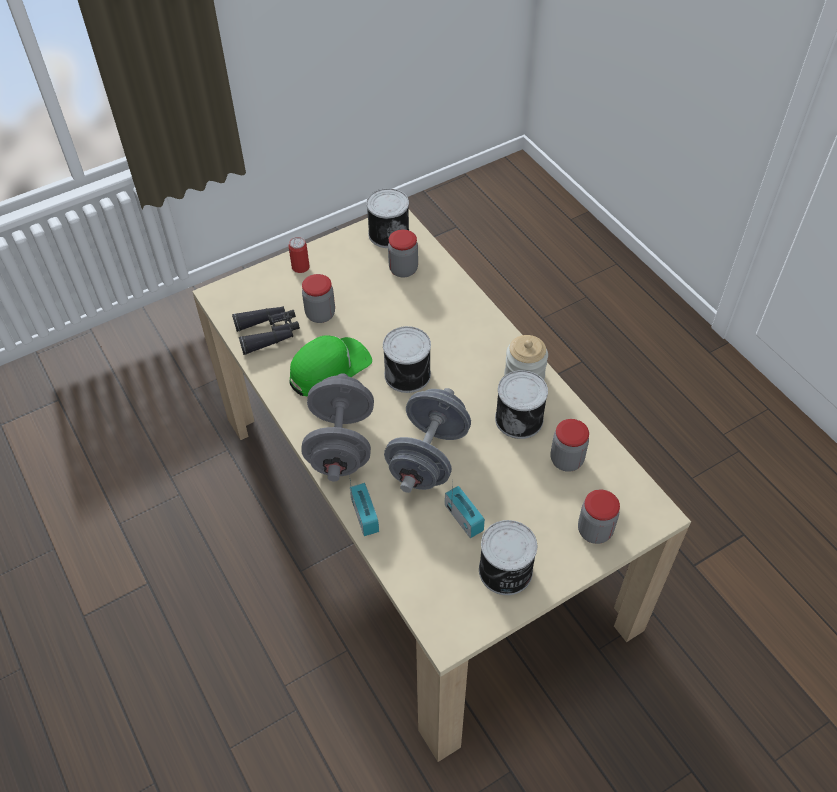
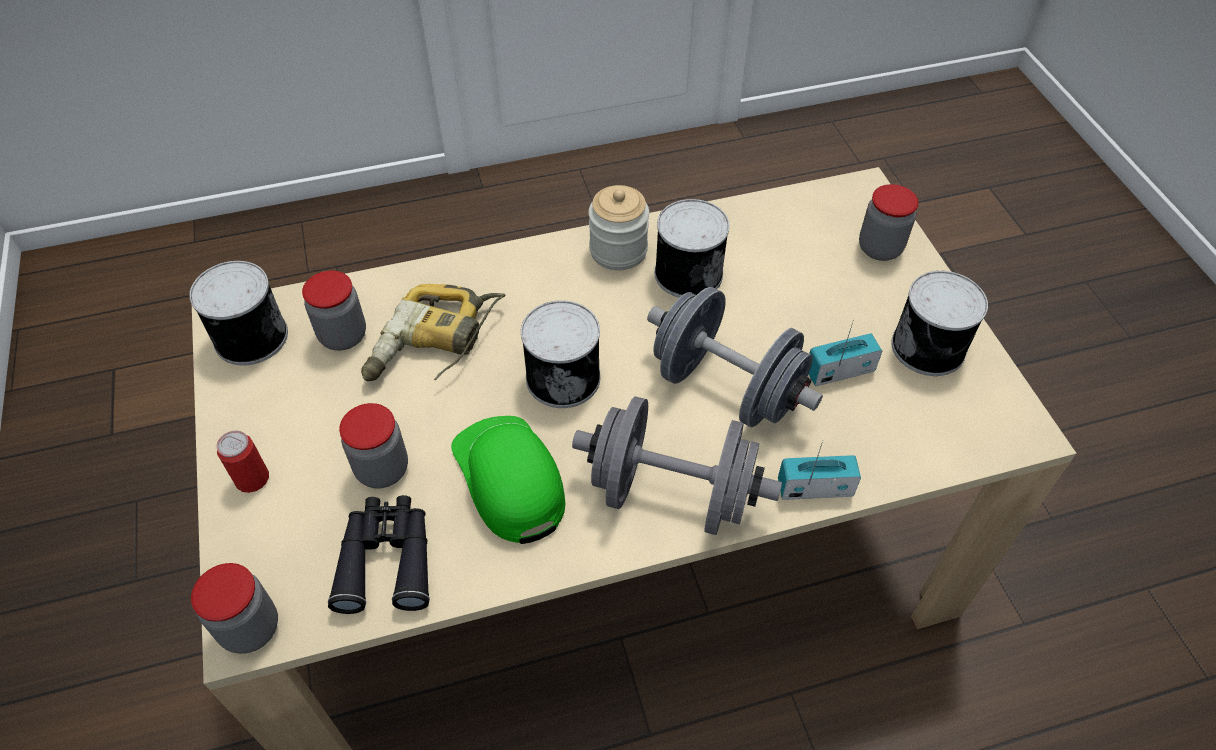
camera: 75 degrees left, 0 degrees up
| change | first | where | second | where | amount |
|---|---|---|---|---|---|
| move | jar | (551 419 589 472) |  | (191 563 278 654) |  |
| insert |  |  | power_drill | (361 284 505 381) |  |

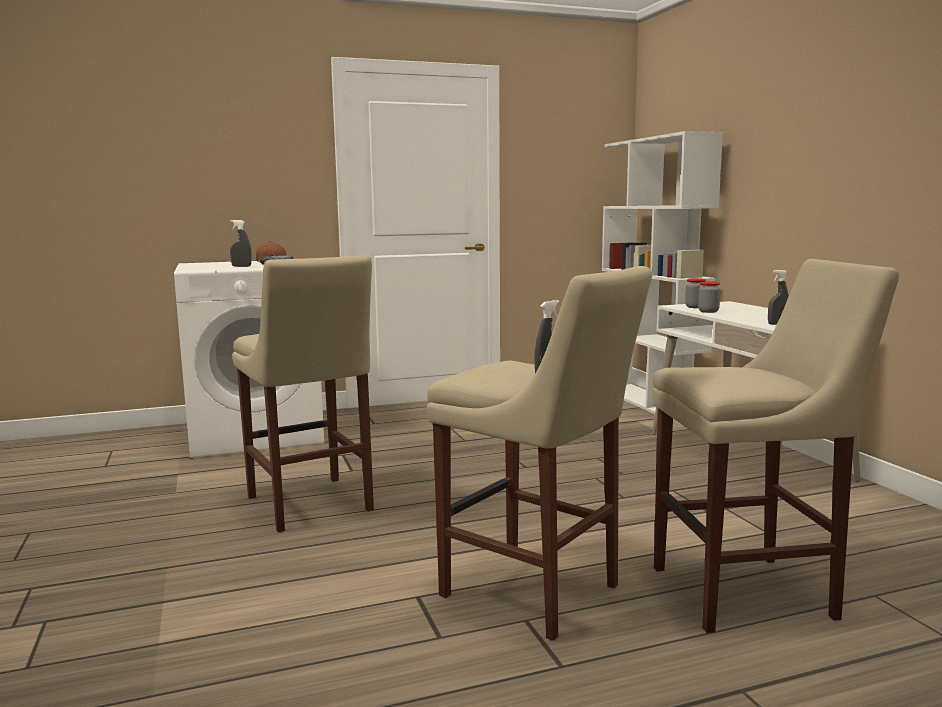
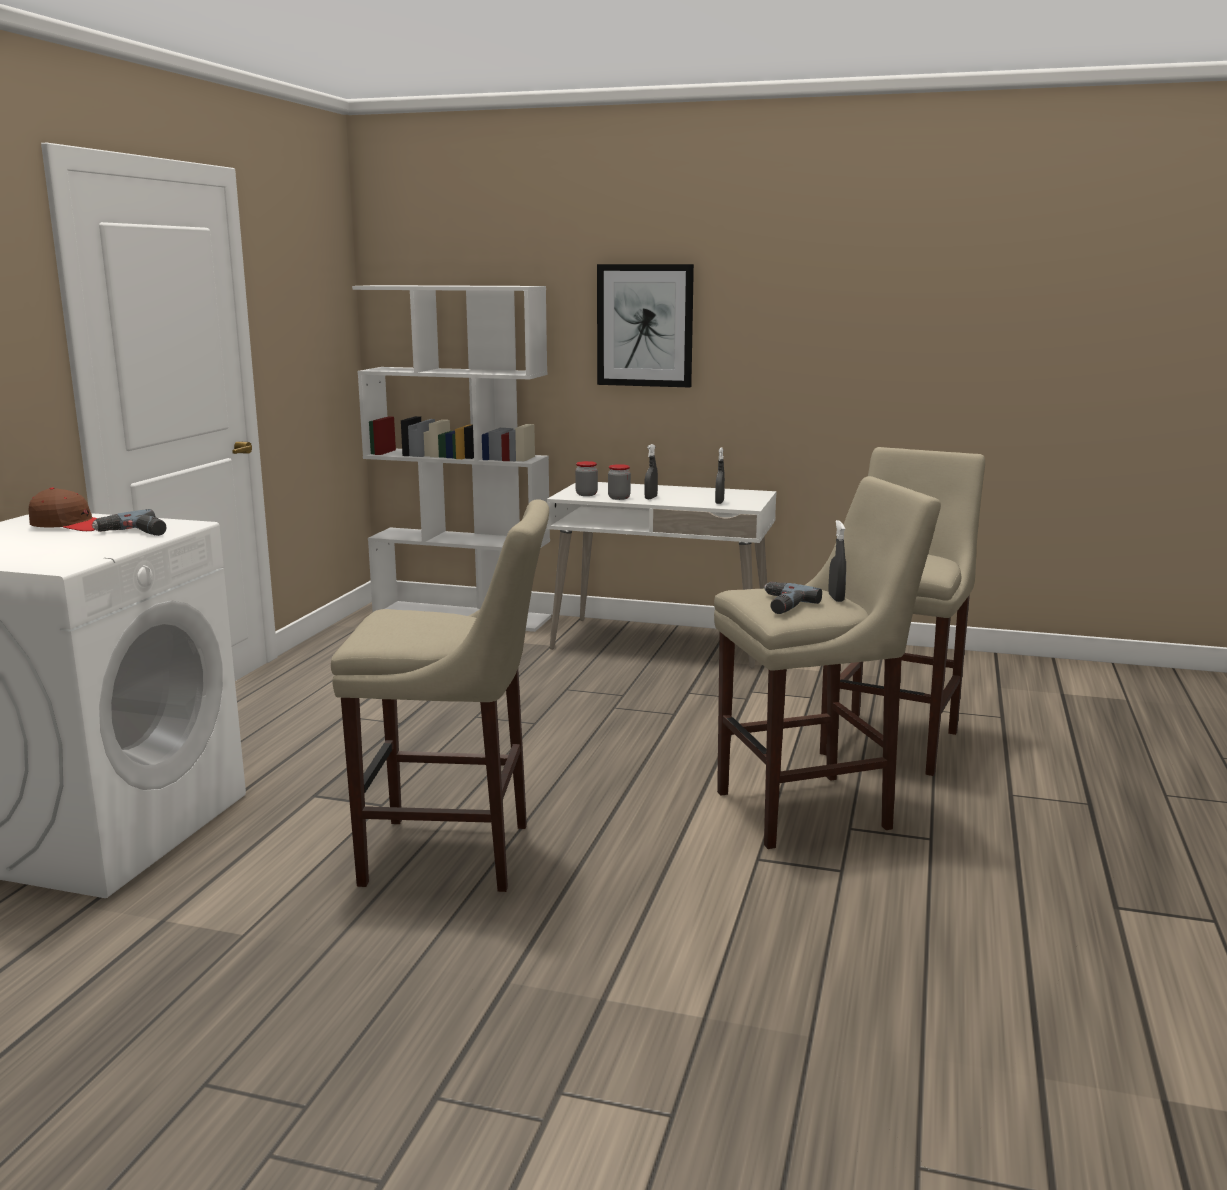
camera: 55 degrees left, 5 degrees up
| change | first | where | second | where | amount |
|---|---|---|---|---|---|
| move | grey_spray_bottle | (230 220 252 267) |  | (644 444 658 499) |  |
| insert |  |  | wall_art | (597 264 694 388) |  |
| insert |  |  | power_drill | (764 582 822 614) |  |

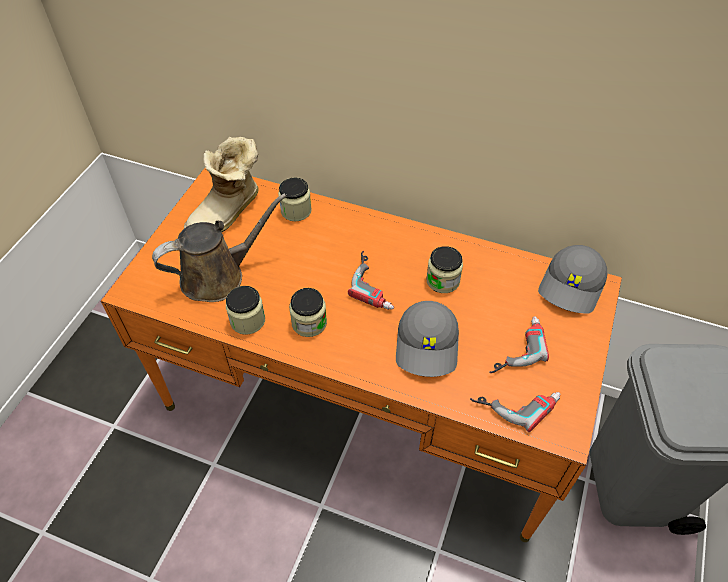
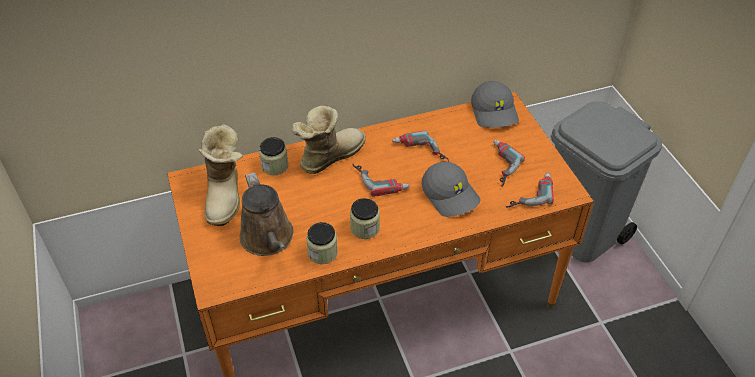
camera: 40 degrees left, 5 degrees down
| change | first | where | second | where | amount |
|---|---|---|---|---|---|
| rotate | brown_watering_pot | (152 193 287 302) |  | (240 172 293 256) | 135 degrees clockwise |
| replace | jar | (426 246 463 293) | power_drill | (392 130 449 162) |  |
| insert |  |  | high-top_boot | (292 105 366 174) |  |

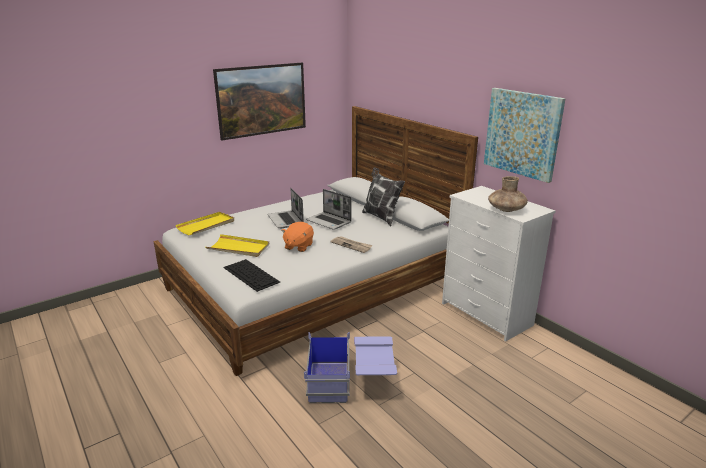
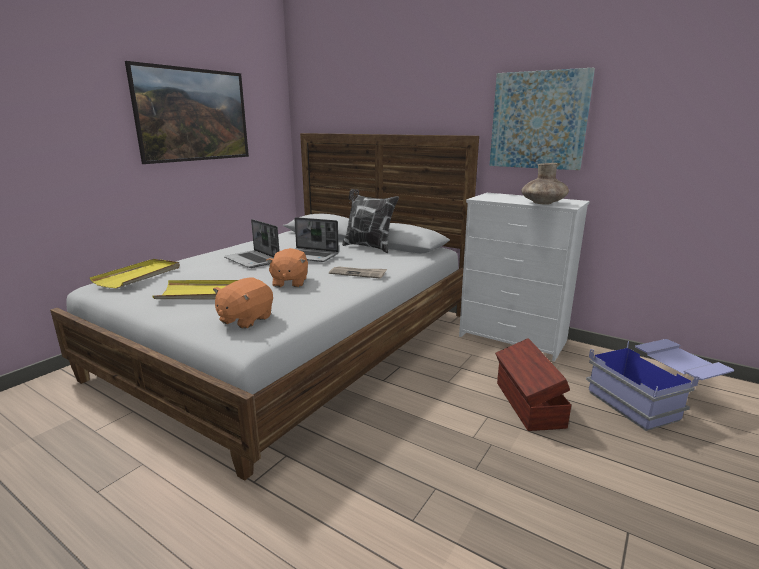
camera: 20 degrees left, 5 degrees down
| change | first | where | second | where | amount |
|---|---|---|---|---|---|
| replace | PC_keyboard | (223 259 280 292) | orange_soft_toy | (213 278 273 329) |  |
| move | blue_storage_bin | (304 332 397 403) |  | (586 339 734 431) |  |
| insert |  |  | brown_storage_bin | (495 338 571 431) |  |

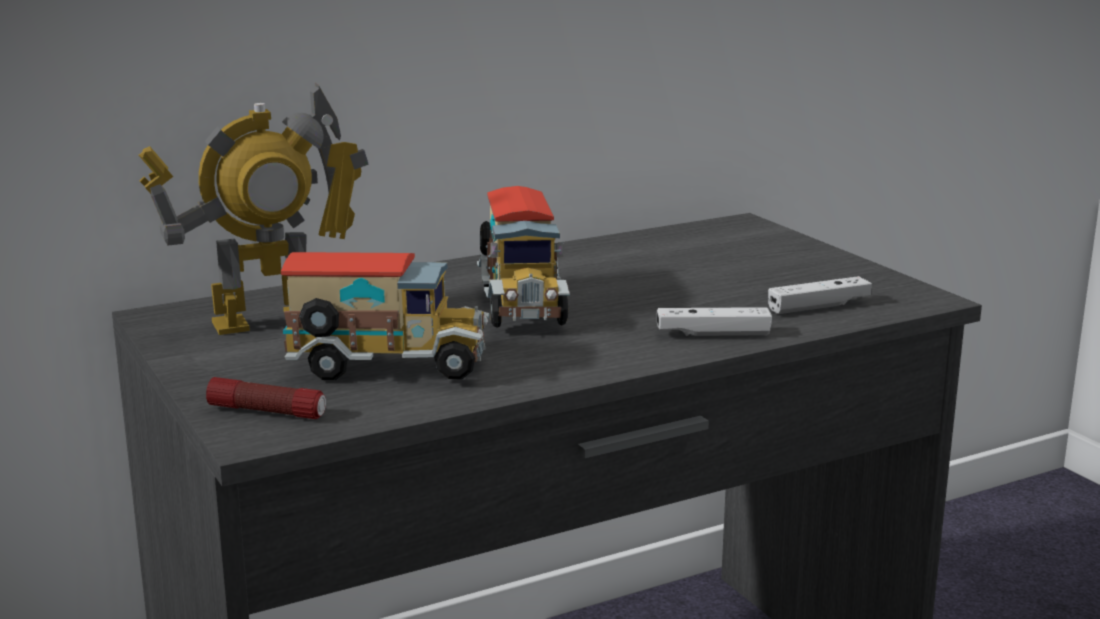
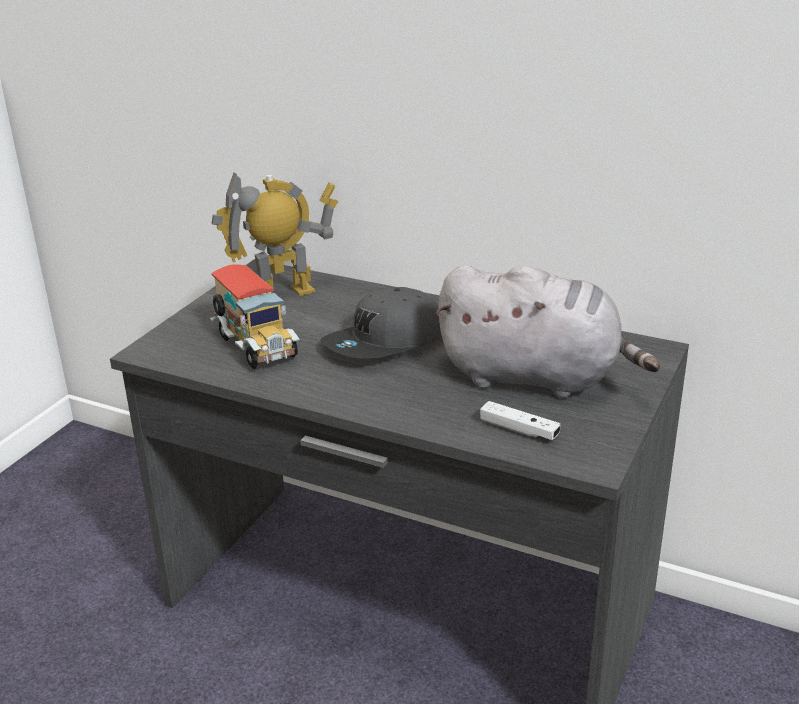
camera: 55 degrees right, 10 degrees up
| change | first | where | second | where | amount |
|---|---|---|---|---|---|
| rotate | model_robot | (139 83 369 335) |  | (212 172 338 296) | 120 degrees clockwise |
| replace | model_truck | (477 186 570 328) | grey_baseball_cap | (320 287 442 359) |  |
| delete | white-coloured_joypad | (657 307 772 336) |  |  |  |
| delete | torch | (206 377 326 419) |  |  |  |
| insert |  |  | grey_soft_toy | (435 265 660 398) |  |

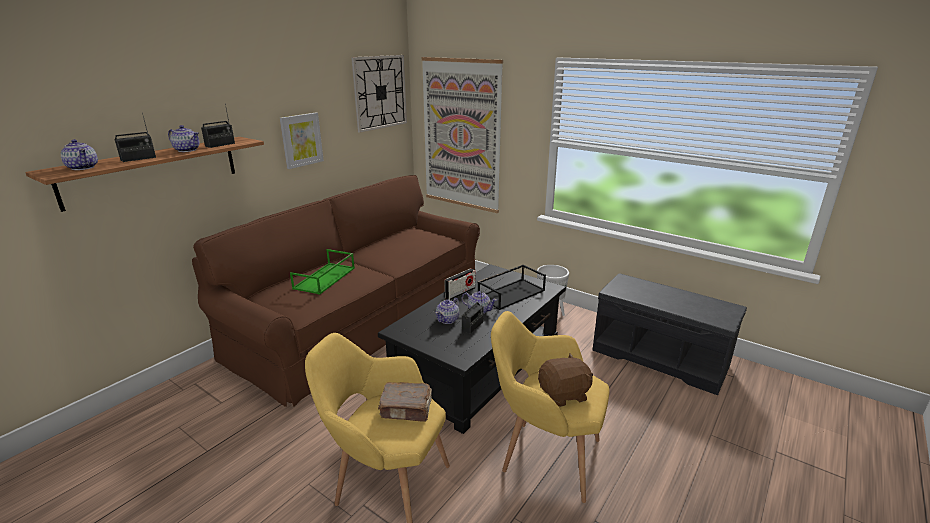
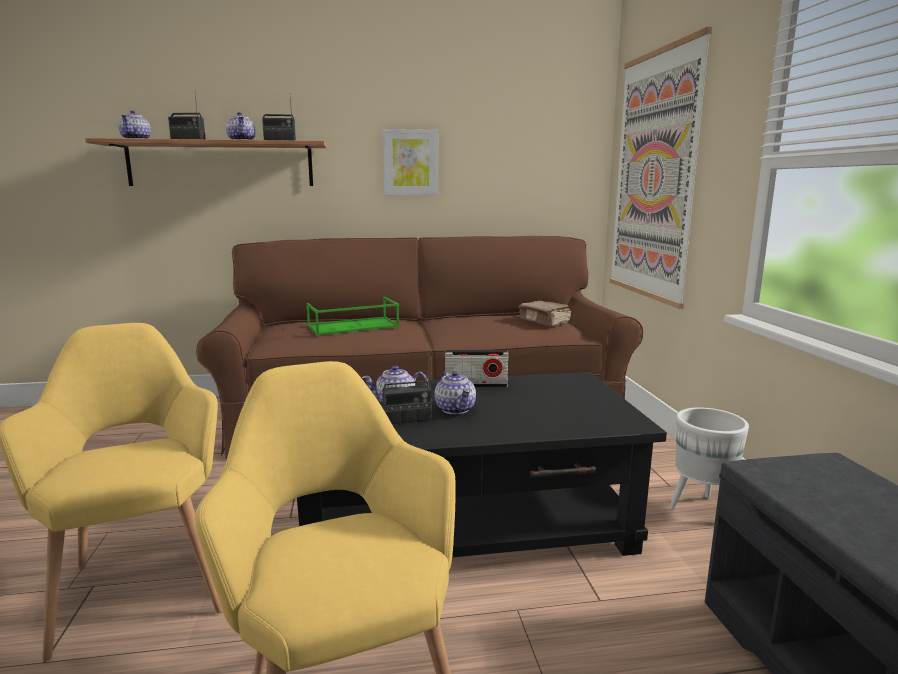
camera: 45 degrees right, 10 degrees down
| change | first | where | second | where | amount |
|---|---|---|---|---|---|
| delete | wall_clock | (351 55 407 132) |  |  |  |
| delete | blackish_serving_tray | (478 265 546 310) |  |  |  |
| delete | brown_soft_toy | (538 353 593 407) |  |  |  |
| move | brown_book | (378 382 432 422) |  | (518 301 571 327) |  |

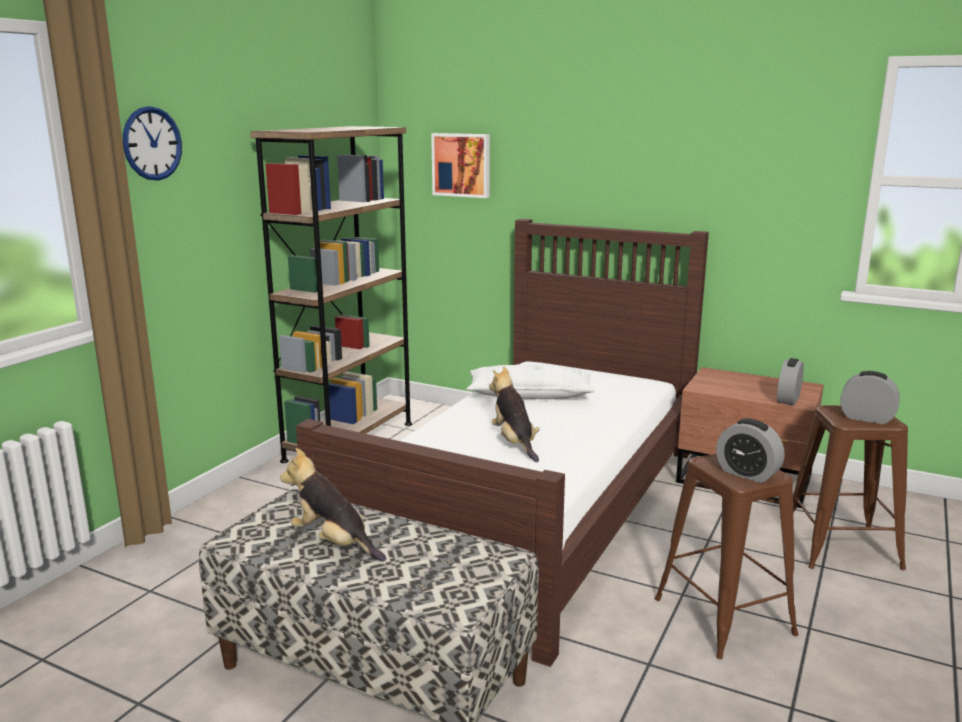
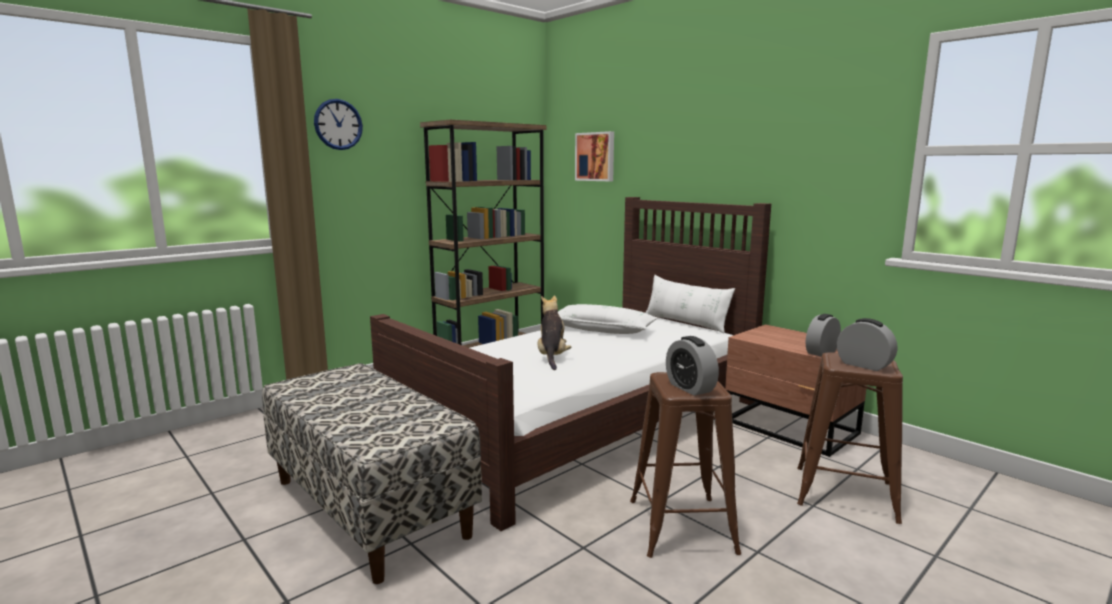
camera: 20 degrees right, 5 degrees down
| change | first | where | second | where | amount |
|---|---|---|---|---|---|
| delete | soft_toy | (280 448 386 562) |  |  |  |
| insert |  |  | white-coloured_pillow | (645 275 735 333) |  |

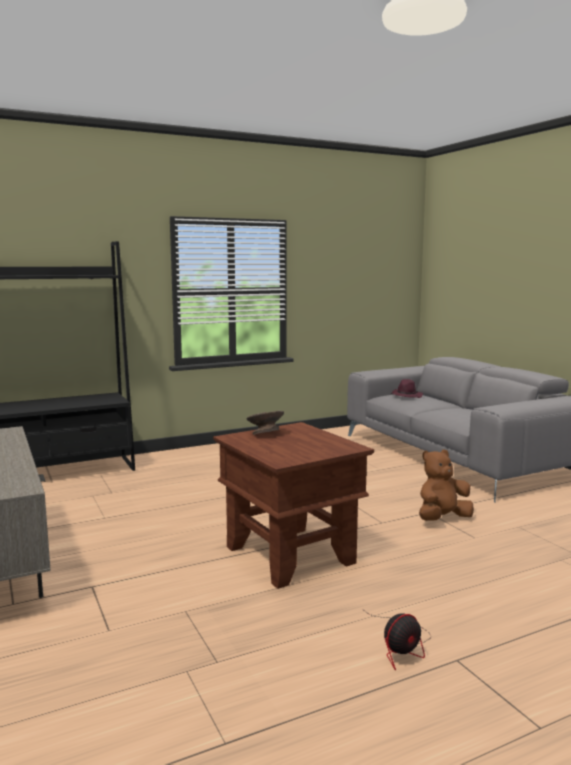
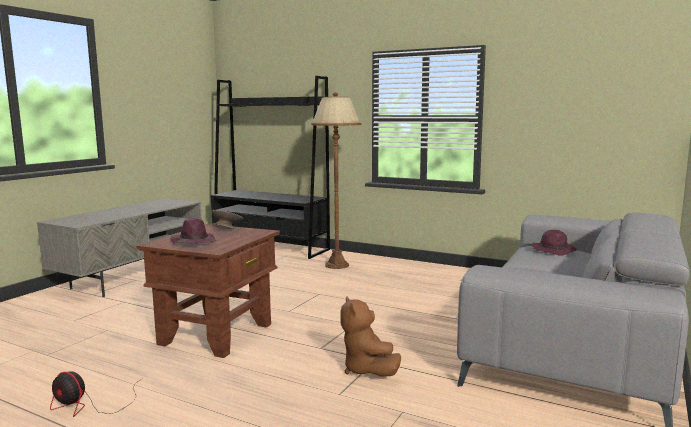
camera: 55 degrees right, 0 degrees up
| change | first | where | second | where | amount |
|---|---|---|---|---|---|
| rotate | brown_soft_toy | (419 450 474 521) |  | (341 296 401 377) | 135 degrees counterclockwise |
| insert |  |  | brown_standard_lamp | (311 92 361 269) |  |
| insert |  |  | purplish_hat | (170 218 216 244) |  |

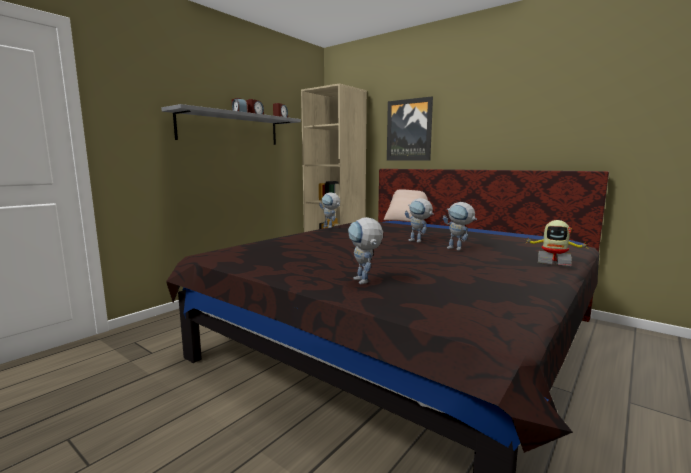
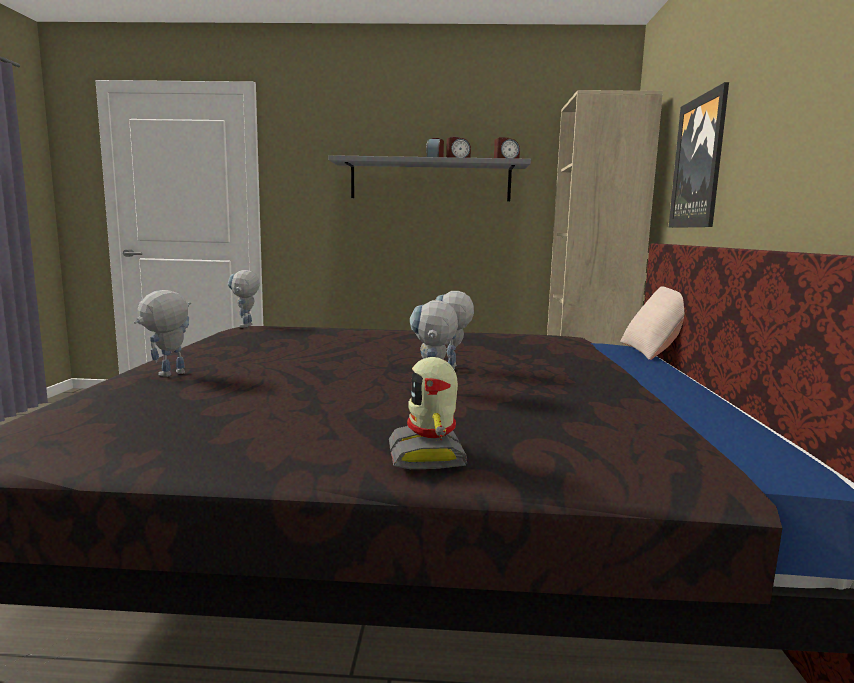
camera: 55 degrees right, 0 degrees up
| change | first | where | second | where | amount |
|---|---|---|---|---|---|
| move | model_robot | (319 192 340 228) |  | (228 270 260 327) |  |

